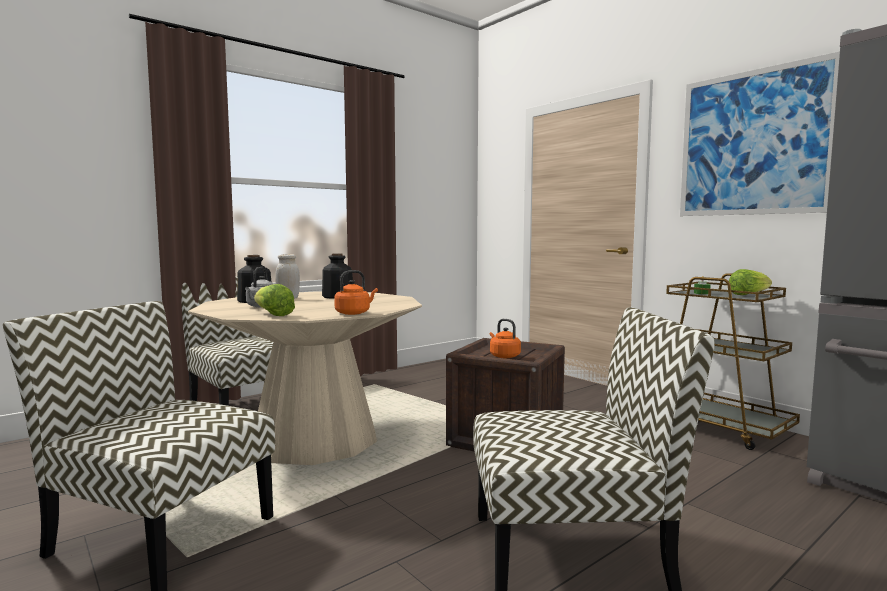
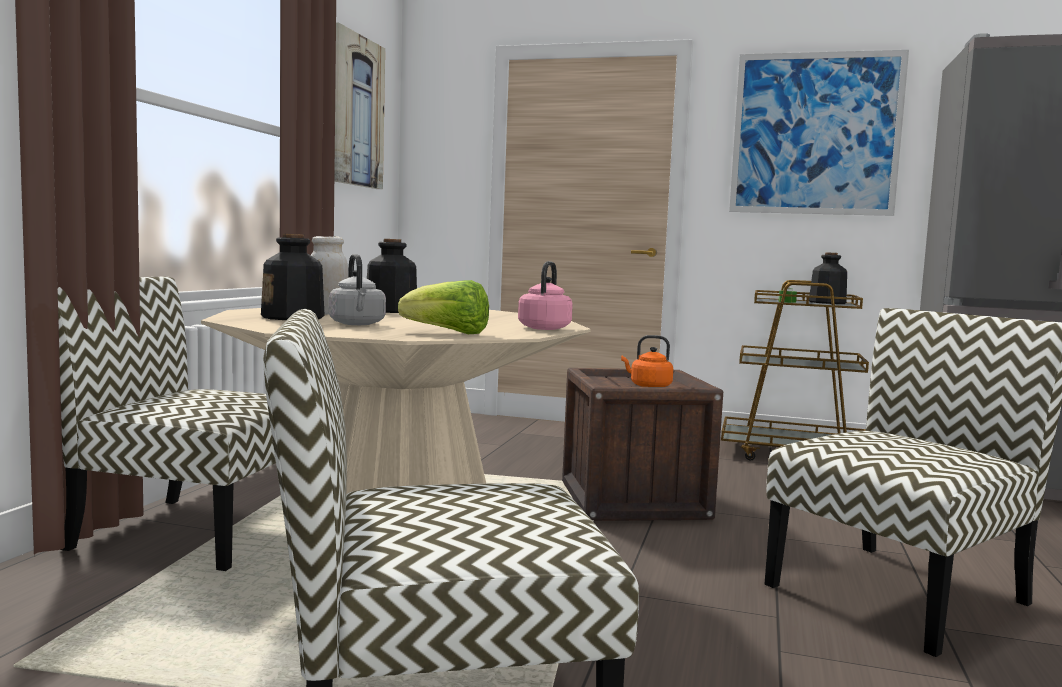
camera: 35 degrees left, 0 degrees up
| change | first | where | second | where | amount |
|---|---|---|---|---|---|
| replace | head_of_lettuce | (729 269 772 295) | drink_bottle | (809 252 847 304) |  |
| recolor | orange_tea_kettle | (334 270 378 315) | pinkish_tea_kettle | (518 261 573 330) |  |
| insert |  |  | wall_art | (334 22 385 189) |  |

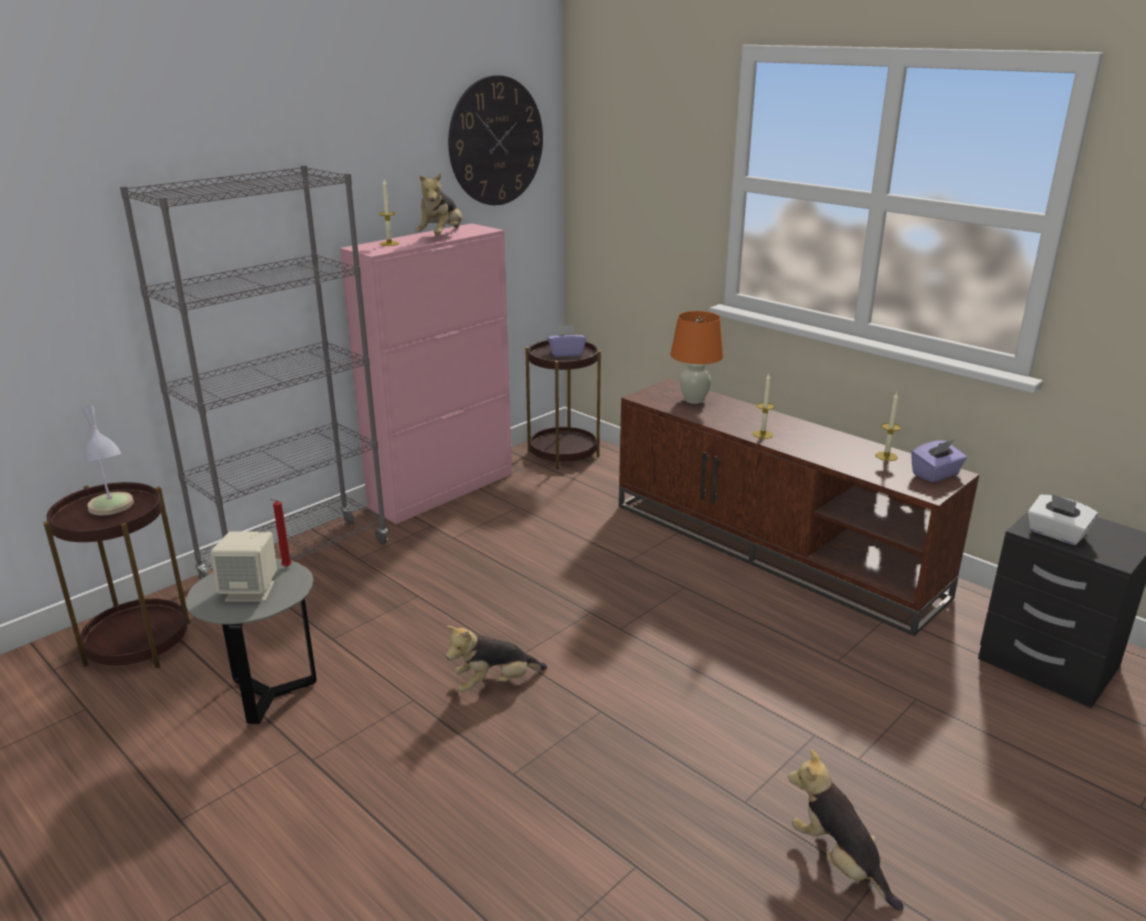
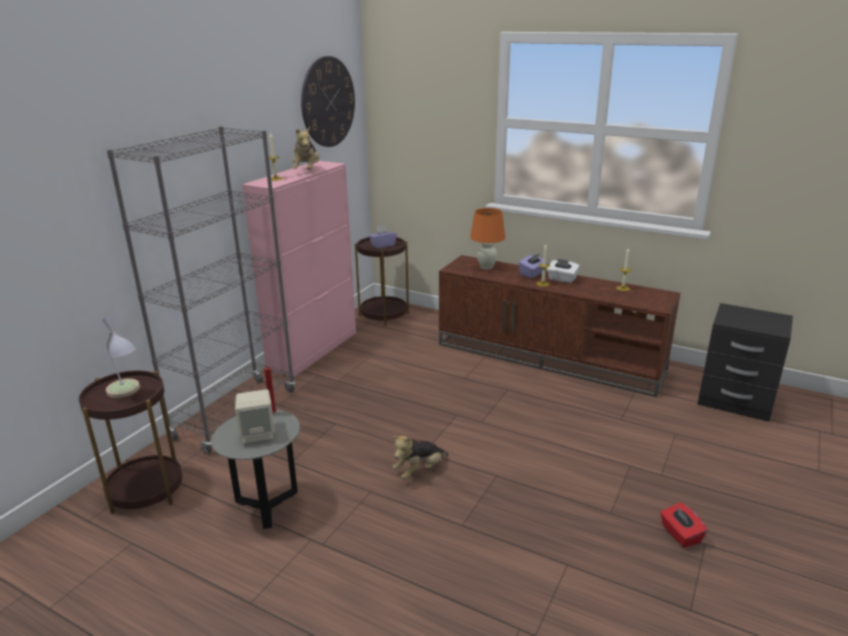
camera: 15 degrees left, 0 degrees up
| change | first | where | second | where | amount |
|---|---|---|---|---|---|
| move | purplish_box_of_tissues | (911 440 967 482) |  | (518 253 548 278) |  |
| move | white-coloured_box_of_tissues | (1028 494 1098 545) |  | (547 258 580 283) |  |
| replace | soft_toy | (788 749 903 911) | red_box_of_tissues | (660 502 708 548) |  |

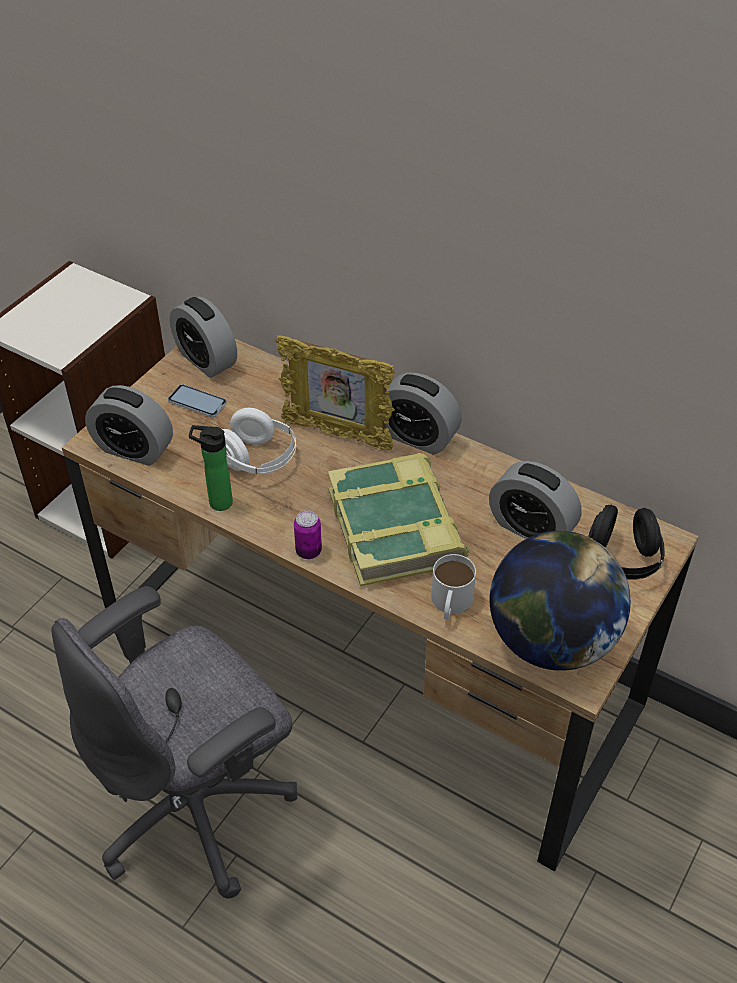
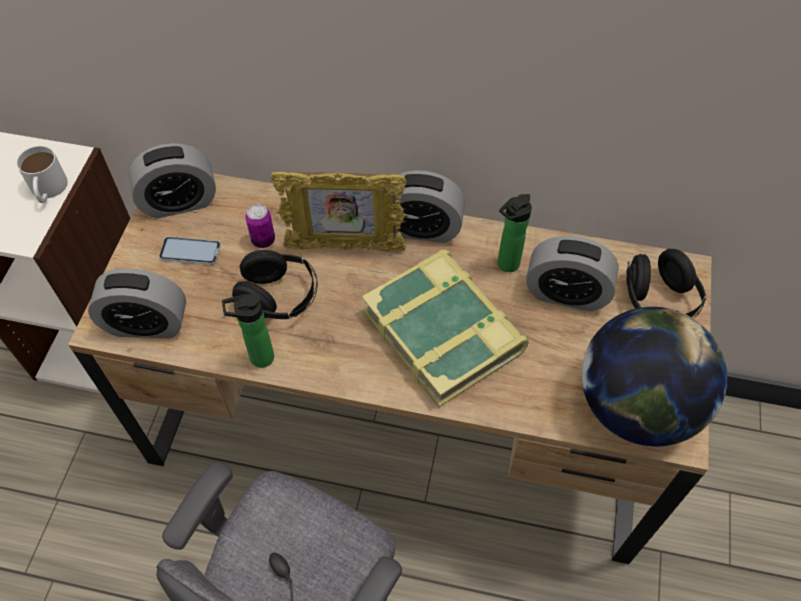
camera: 20 degrees left, 10 degrees up
| change | first | where | second | where | amount |
|---|---|---|---|---|---|
| rotate | alarm_clock | (169 296 237 378) |  | (129 143 216 218) | 45 degrees counterclockwise |
| recolor | white-coloured_headphones | (222 408 296 475) | blackish_headphones | (232 250 318 319) |  |
| move | metal_can | (294 510 322 559) |  | (246 204 275 248) |  |
| move | white-coloured_mug | (431 554 476 620) |  | (16 146 68 203) |  |
| insert |  |  | drink_bottle | (497 194 532 272) |  |

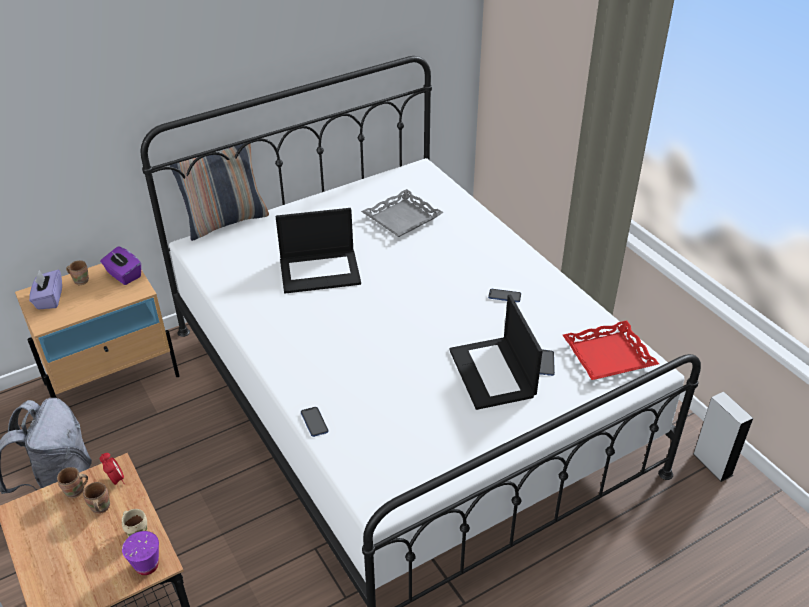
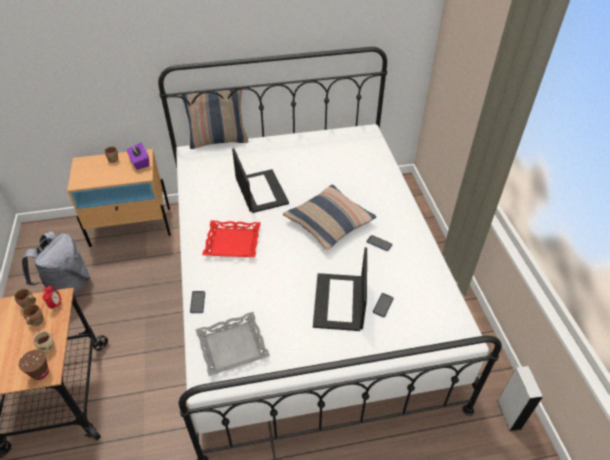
camera: 20 degrees right, 5 degrees up
| change | first | where | second | where | amount |
|---|---|---|---|---|---|
| move | grey_serving_tray | (361 189 444 237) |  | (195 312 270 376) |  |
| rotate | laptop | (276 208 361 294) |  | (232 148 289 213) | 120 degrees counterclockwise |
| delete | purplish_box_of_tissues | (29 269 62 310) |  |  |  |
| move | red_serving_tray | (563 320 659 380) |  | (202 221 261 257) |  |
| recolor | purplish_cup | (122 531 159 575) | brown_cup | (19 350 49 380) |  |
| insert |  |  | pillow | (283 185 376 250) |  |

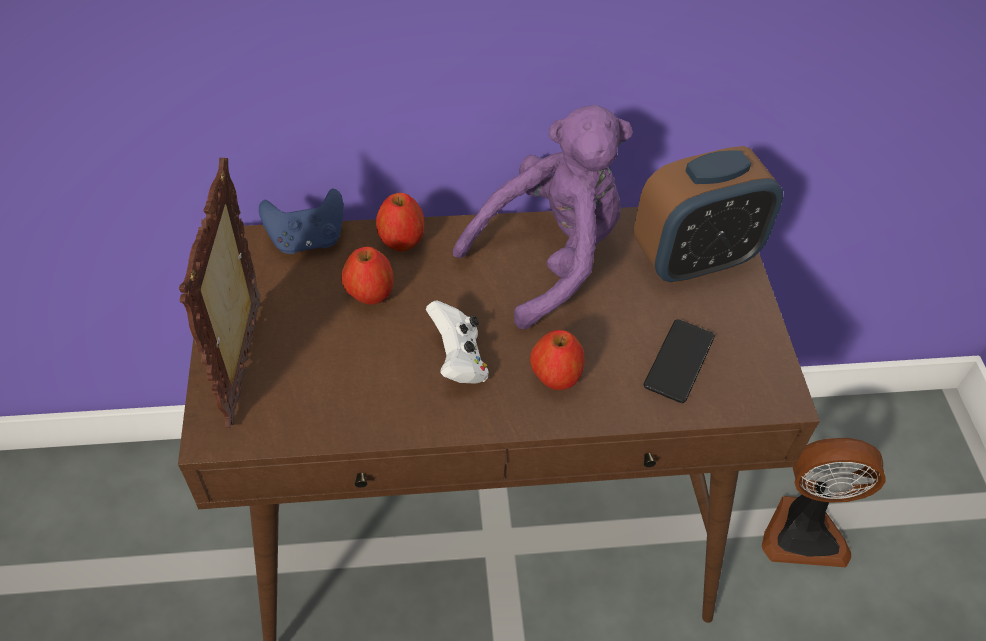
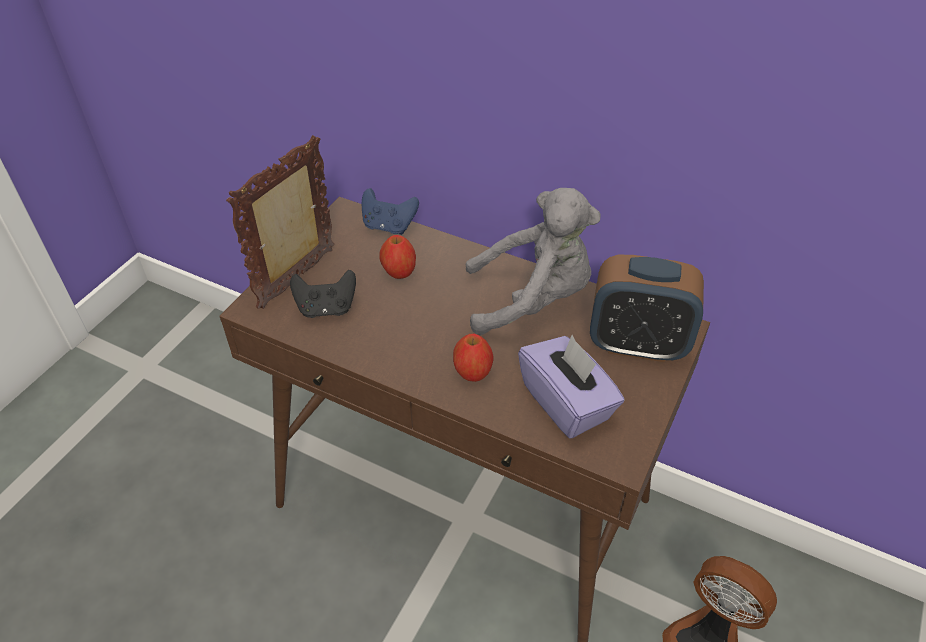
camera: 35 degrees right, 5 degrees down
| change | first | where | second | where | amount |
|---|---|---|---|---|---|
| recolor | purplish_soft_toy | (453 105 633 329) | grey_soft_toy | (465 188 601 335) |  |
| delete | whole_apple | (376 193 424 251) |  |  |  |
| delete | white-coloured_joypad | (426 300 489 384) |  |  |  |
| replace | phone | (644 319 715 403) | purplish_box_of_tissues | (518 335 625 439) |  |
| insert |  |  | blackish_joypad | (290 270 356 318) |  |

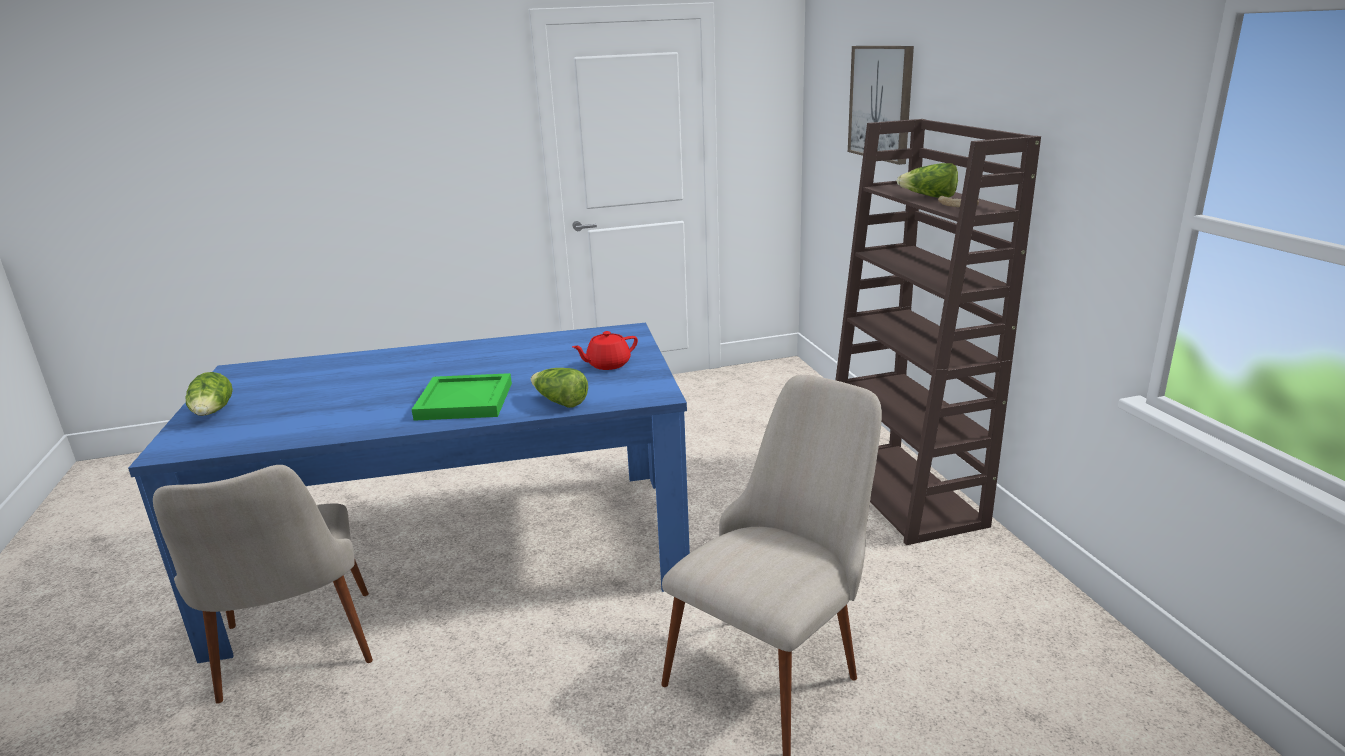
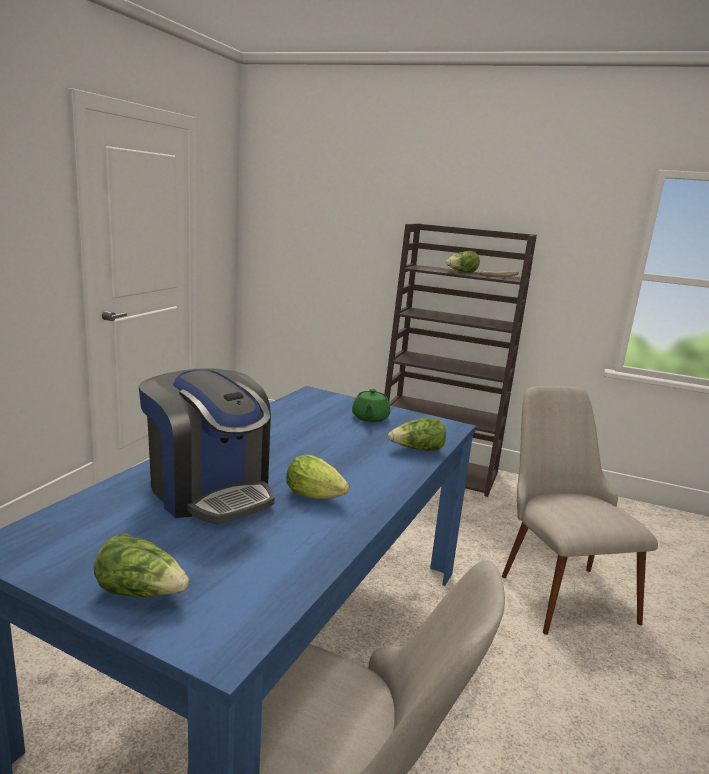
camera: 55 degrees left, 5 degrees down
| change | first | where | second | where | amount |
|---|---|---|---|---|---|
| delete | wall_art | (848 46 914 165) |  |  |  |
| recolor | red_tea_pot | (572 331 638 370) | green_tea_pot | (352 389 390 422) |  |
| delete | green_serving_tray | (411 373 512 421) |  |  |  |
| insert |  |  | coffee_brewer | (138 368 275 525) |  |
| insert |  |  | head_of_lettuce | (286 454 349 499) |  |

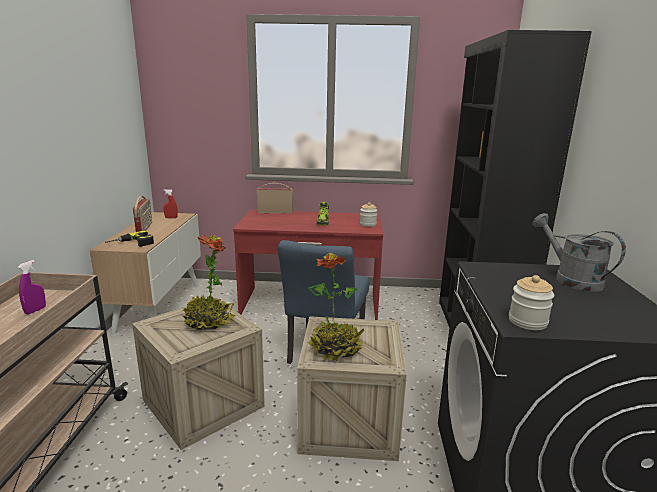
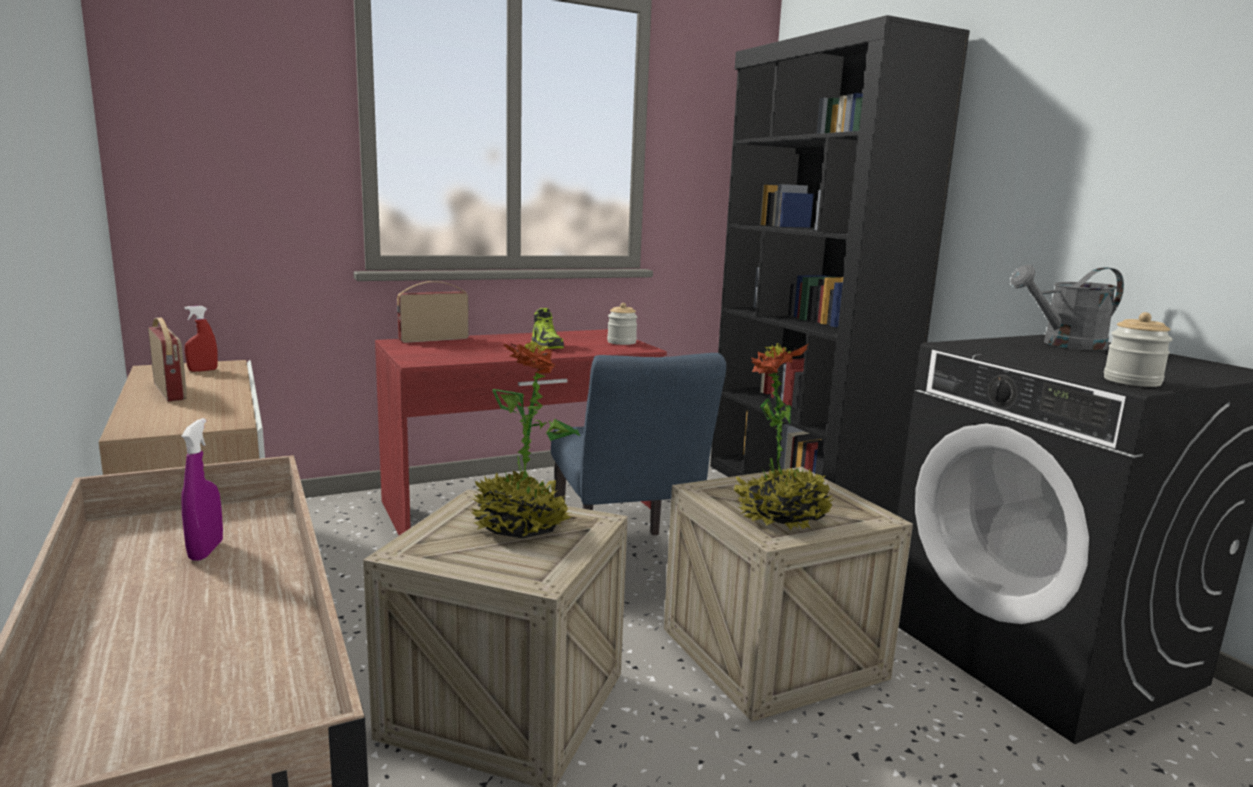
camera: 30 degrees left, 5 degrees down
| change | first | where | second | where | amount |
|---|---|---|---|---|---|
| rotate | grey_watering_pot | (532 213 626 292) |  | (1010 265 1124 350) | 45 degrees counterclockwise |
| delete | power_drill | (105 230 154 247) |  |  |  |

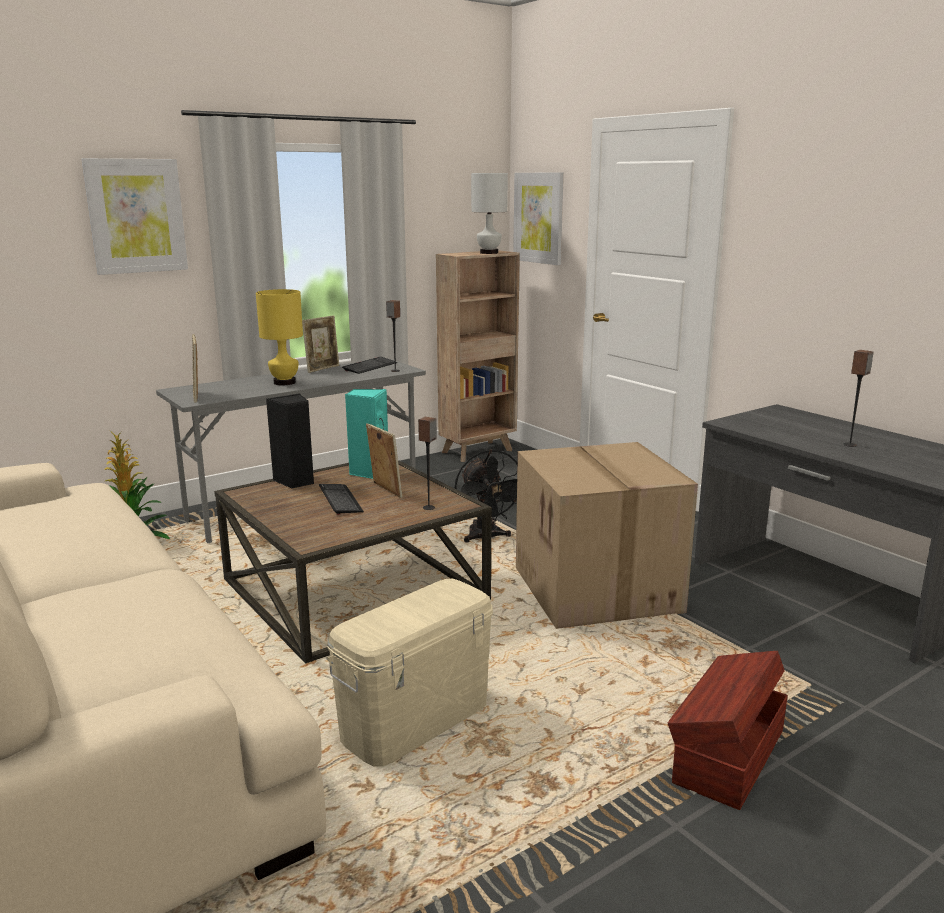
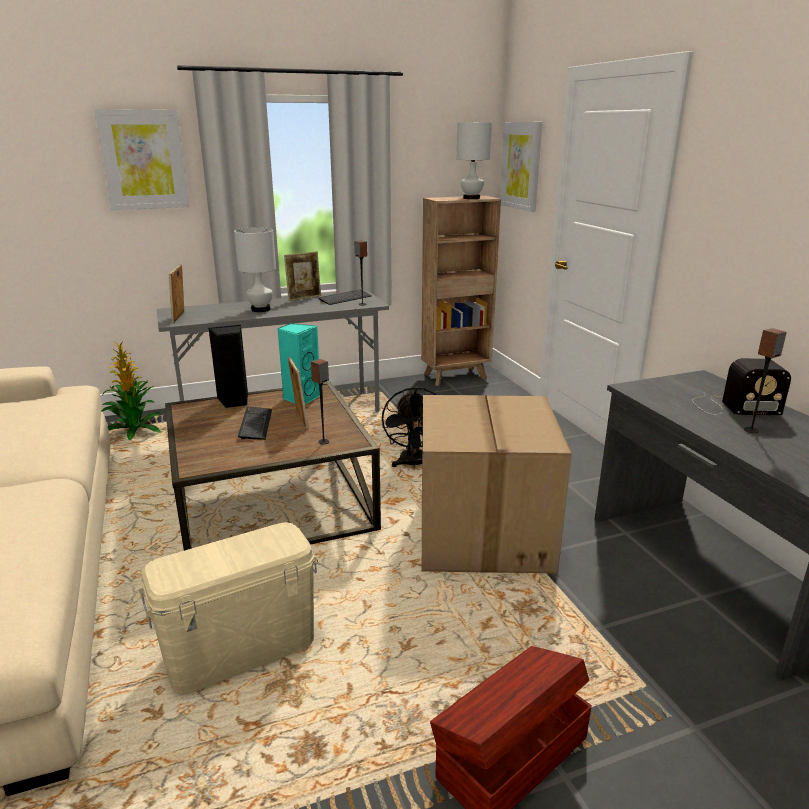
camera: 15 degrees right, 5 degrees up
| change | first | where | second | where | amount |
|---|---|---|---|---|---|
| recolor | yellowish_lamp_for_a_table | (256 289 303 385) | white-coloured_lamp_for_a_table | (234 227 276 312) |  |
| insert |  |  | radio_set | (692 358 791 416) |  |

